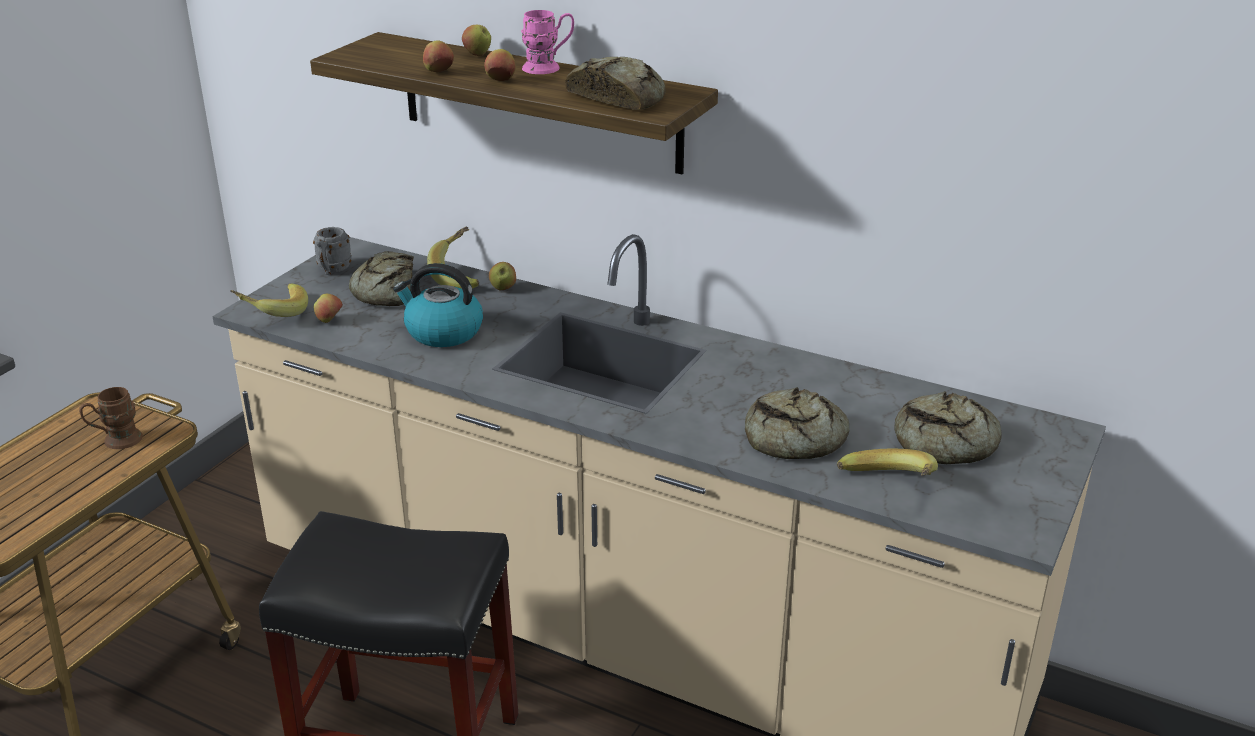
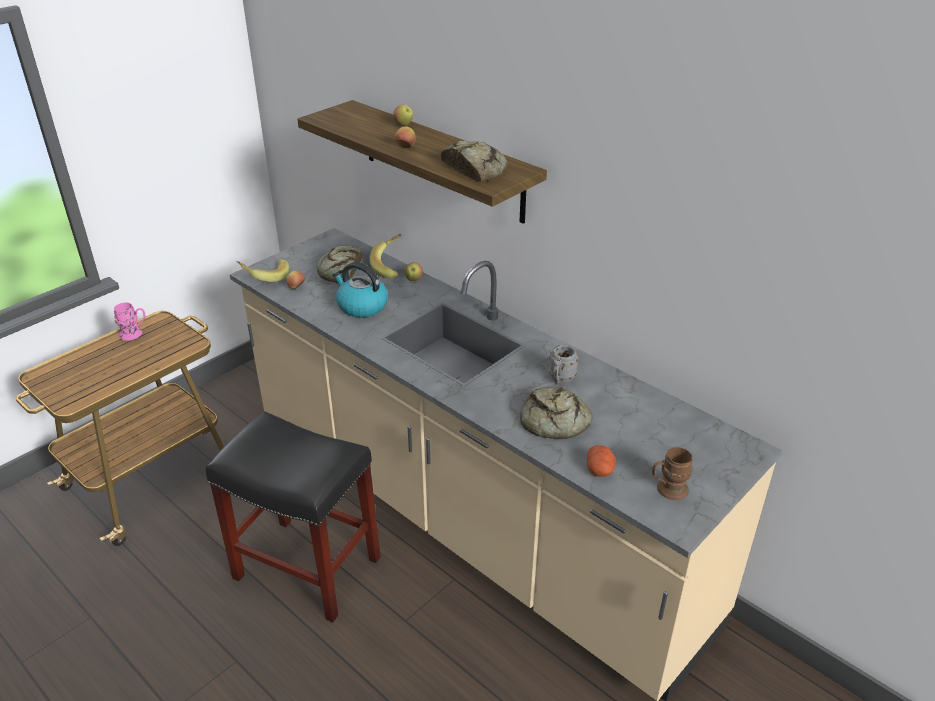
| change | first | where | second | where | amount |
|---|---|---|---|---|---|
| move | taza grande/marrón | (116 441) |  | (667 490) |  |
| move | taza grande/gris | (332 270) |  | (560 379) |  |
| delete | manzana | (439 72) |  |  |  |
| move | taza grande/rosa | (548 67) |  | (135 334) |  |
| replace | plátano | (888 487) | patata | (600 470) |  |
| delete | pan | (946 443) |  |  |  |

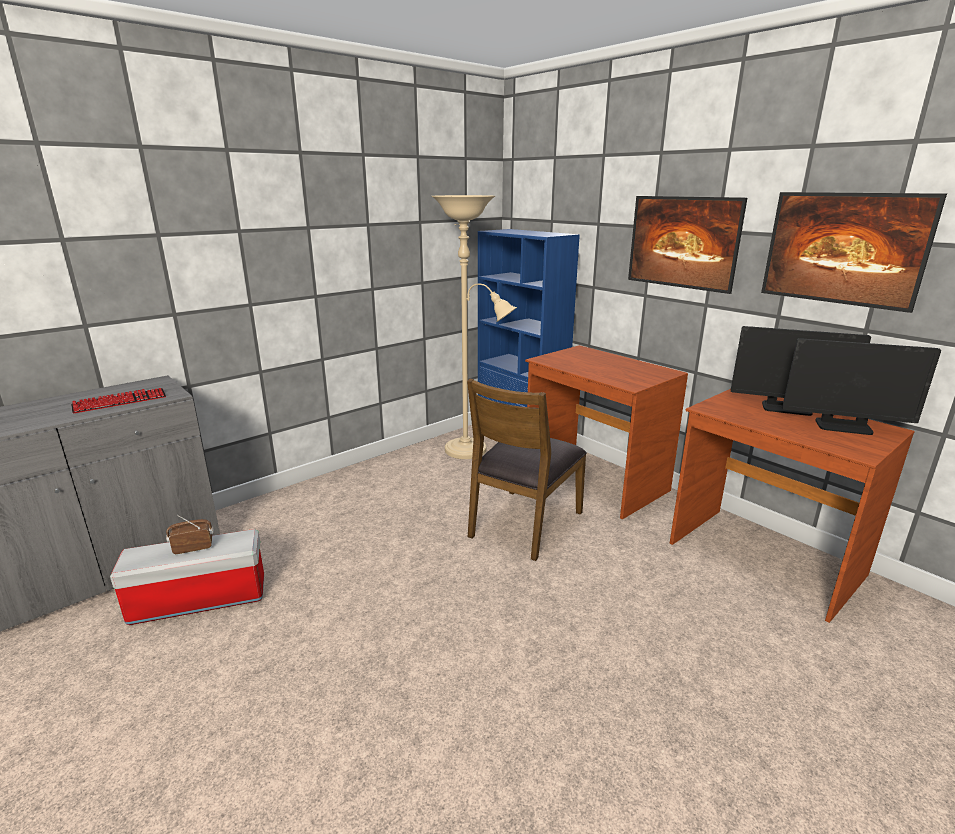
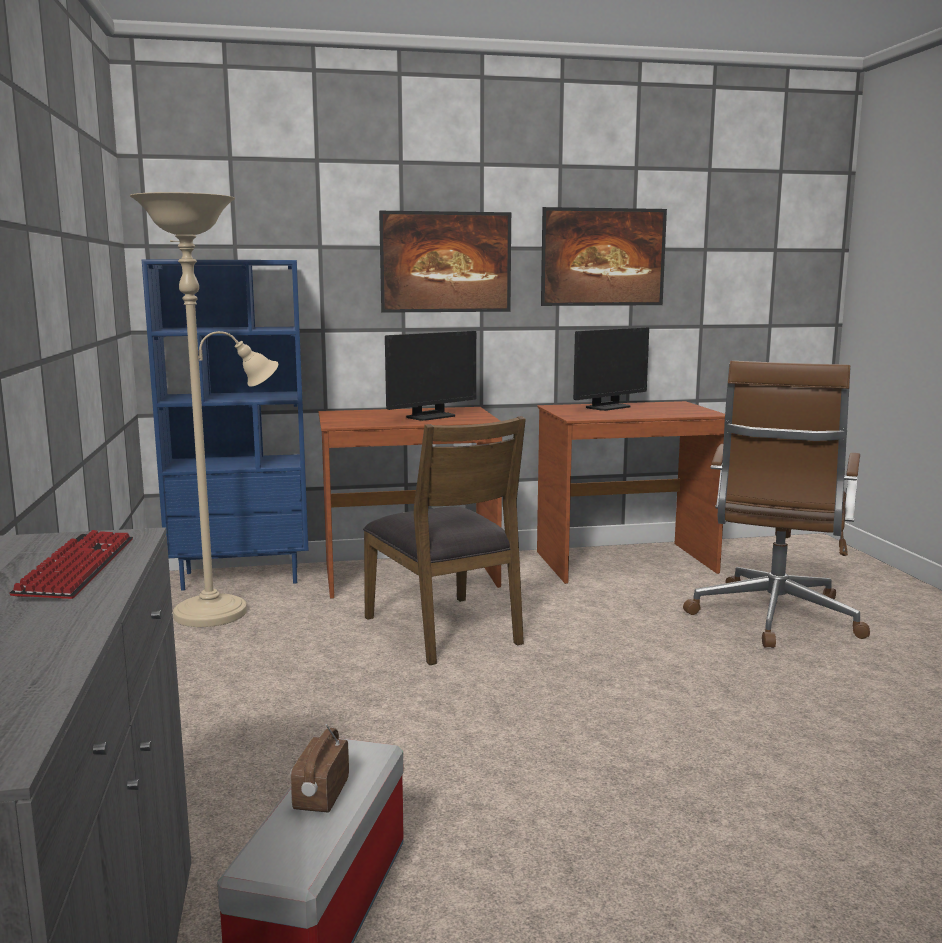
| change | first | where | second | where | amount |
|---|---|---|---|---|---|
| move | monitor | (843 426) |  | (430 416) |  |
| insert |  |  | silla de oficina/marrón | (773 618) |  |

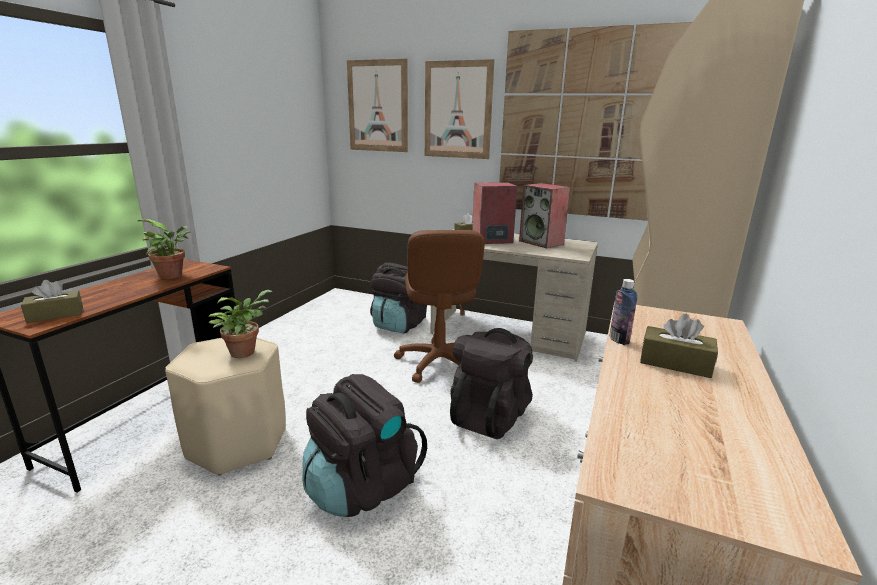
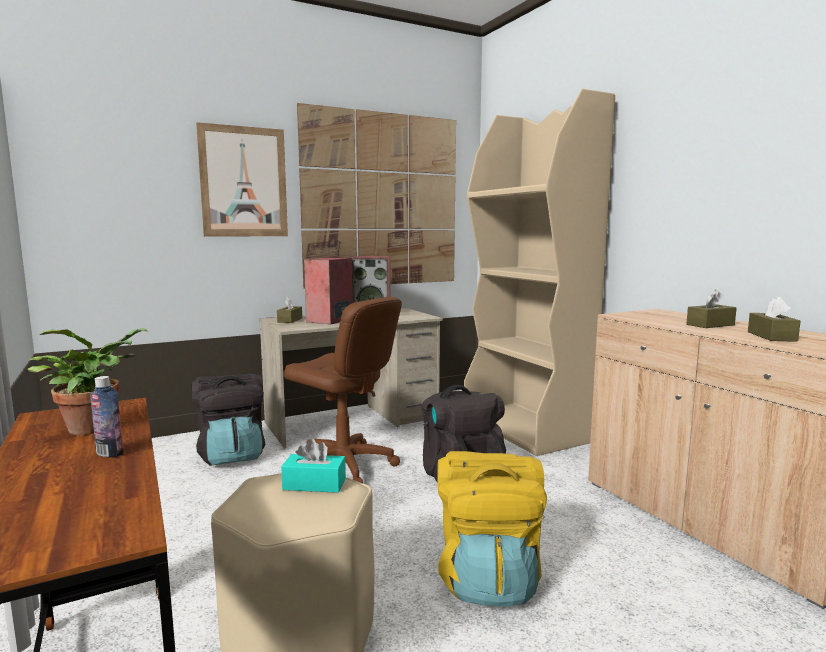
| change | first | where | second | where | amount |
|---|---|---|---|---|---|
| move | caja de pañuelos/marrón | (55 315) |  | (771 336) |  |
| replace | planta en maceta | (245 351) | caja de pañuelos/turquesa | (314 484) |  |
| recolor | mochila/negro | (362 486) | mochila/amarillo | (488 578) |  |
| delete | cuadro | (378 106) |  |  |  |
| move | botella | (619 340) |  | (109 453) |  |

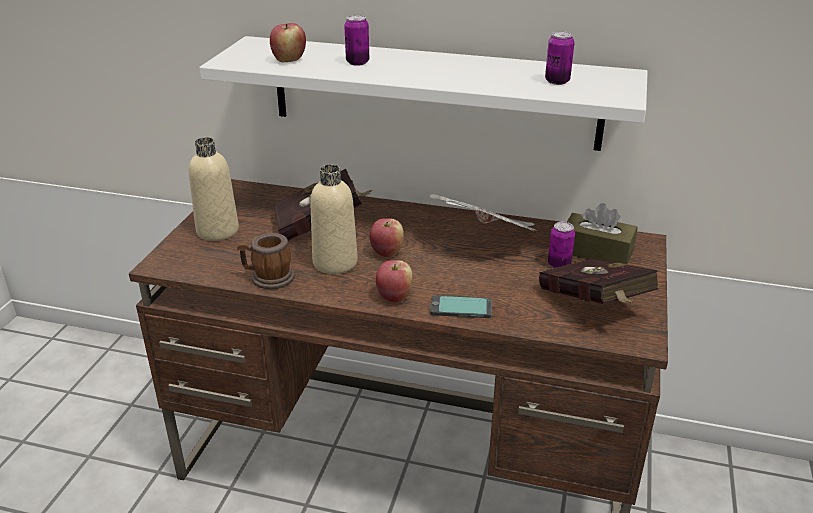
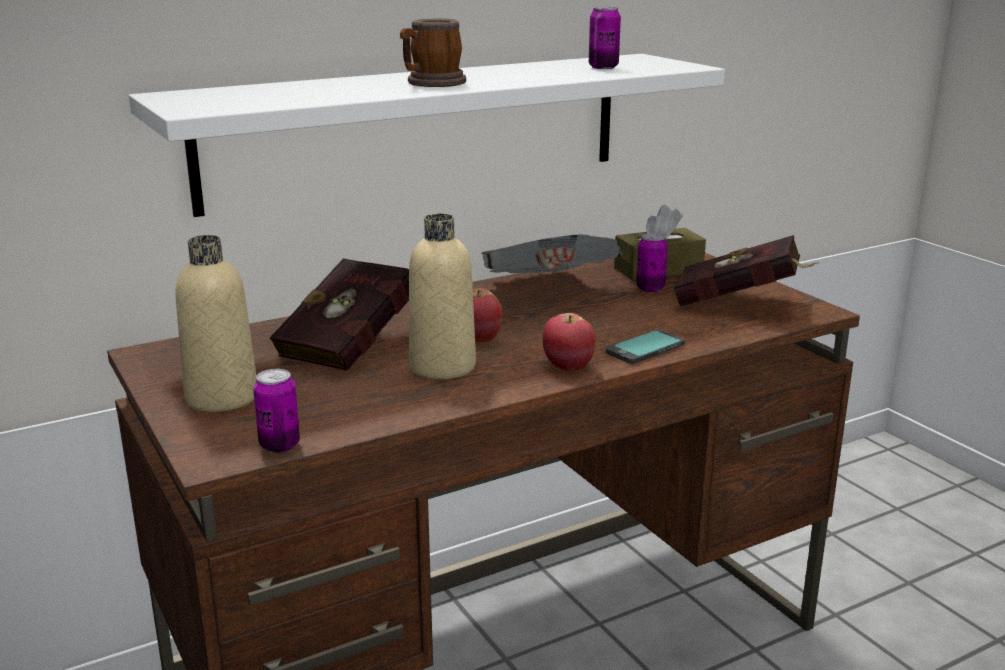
| change | first | where | second | where | amount |
|---|---|---|---|---|---|
| move | taza grande | (268 278) |  | (431 83) |  |
| delete | manzana | (289 60) |  |  |  |
| move | lata | (357 62) |  | (279 445) |  |

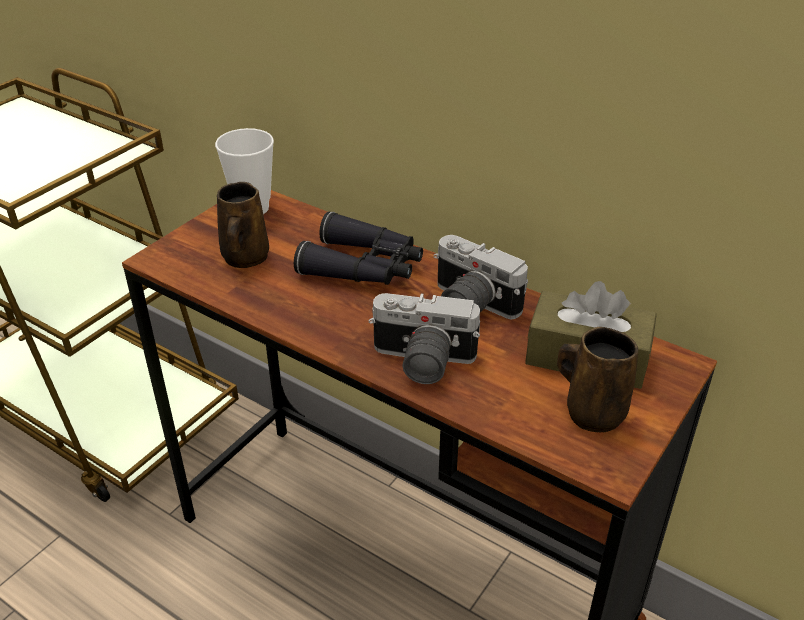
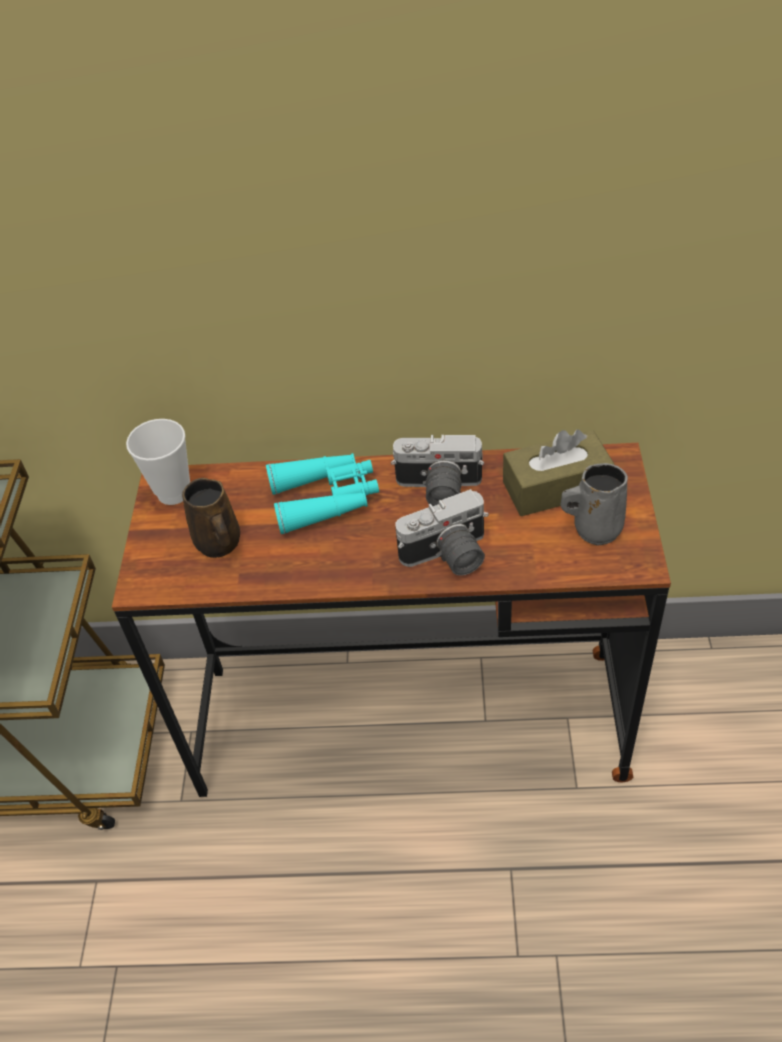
| change | first | where | second | where | amount |
|---|---|---|---|---|---|
| recolor | prismáticos/negro | (364 267) | prismáticos/turquesa | (326 499) |  |
| recolor | taza grande/marrón | (591 412) | taza grande/gris | (594 529) |  |

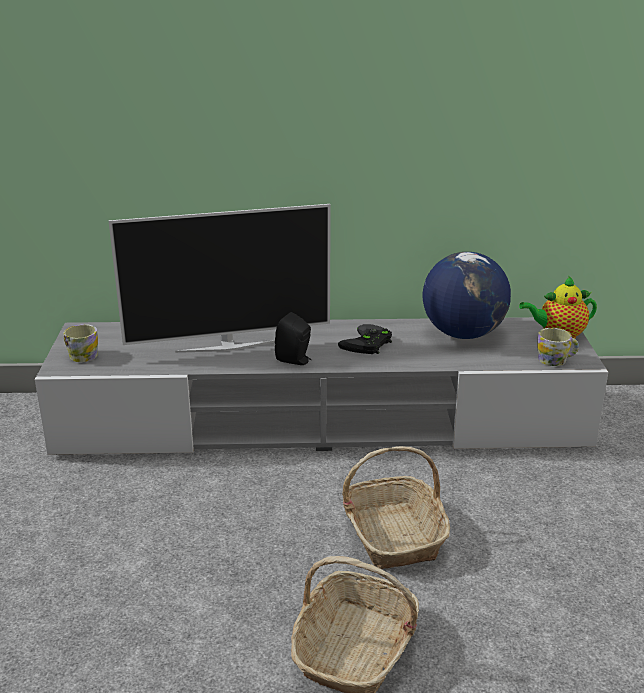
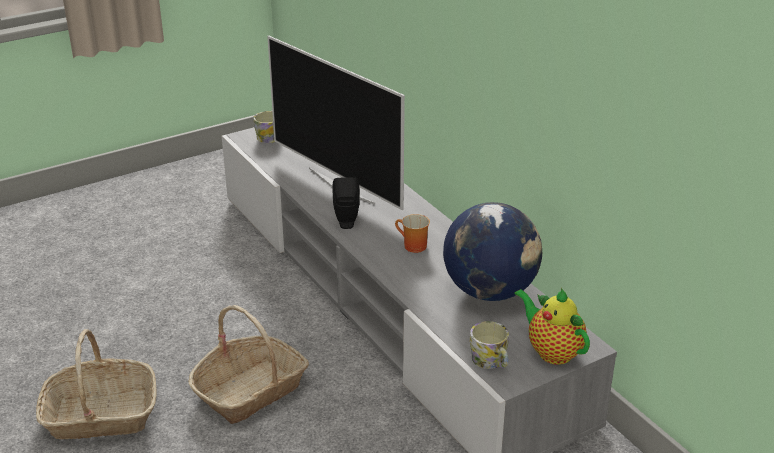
| change | first | where | second | where | amount |
|---|---|---|---|---|---|
| replace | mando de consola/negro | (367 344) | taza grande | (412 246) |  |

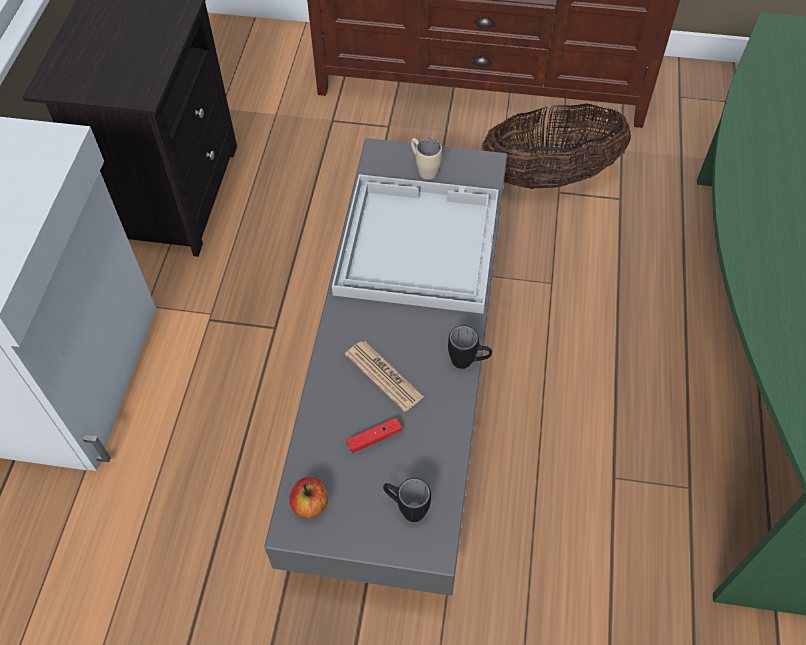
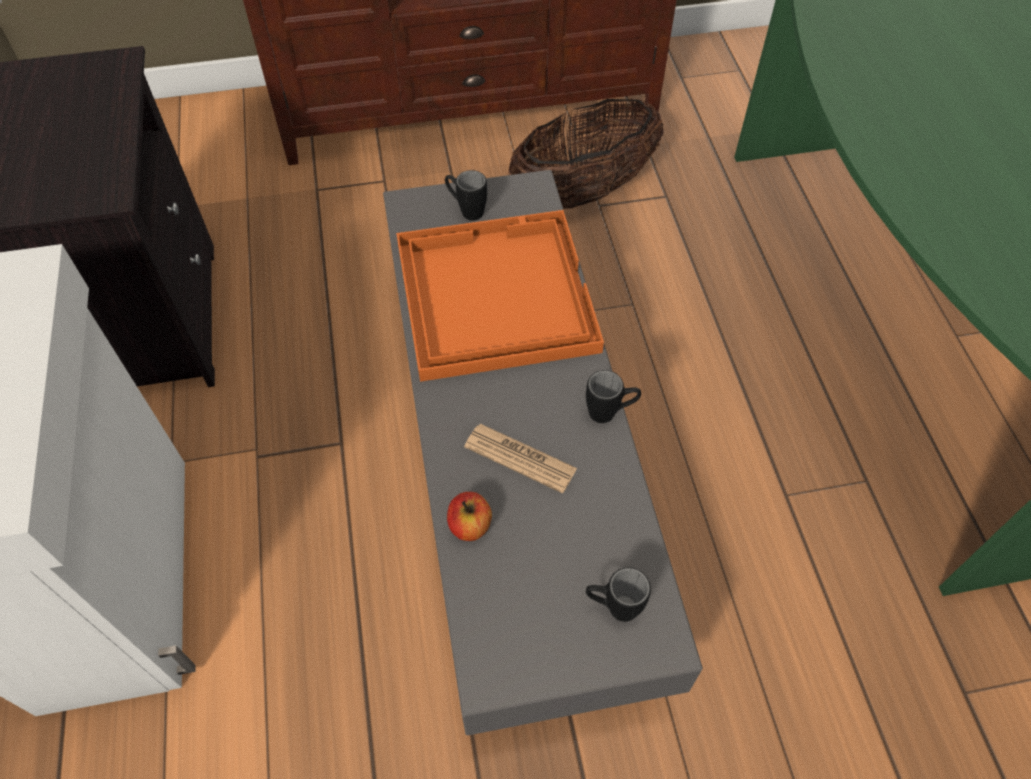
| change | first | where | second | where | amount |
|---|---|---|---|---|---|
| move | manzana | (310 504) |  | (470 525) |  |
| recolor | bandeja/blanco | (416 244) | bandeja/naranja | (493 295) |  |
| delete | mando de consola/rojo | (374 438) |  |  |  |
| recolor | taza grande/beis | (424 169) | taza grande/negro | (466 210) |  |

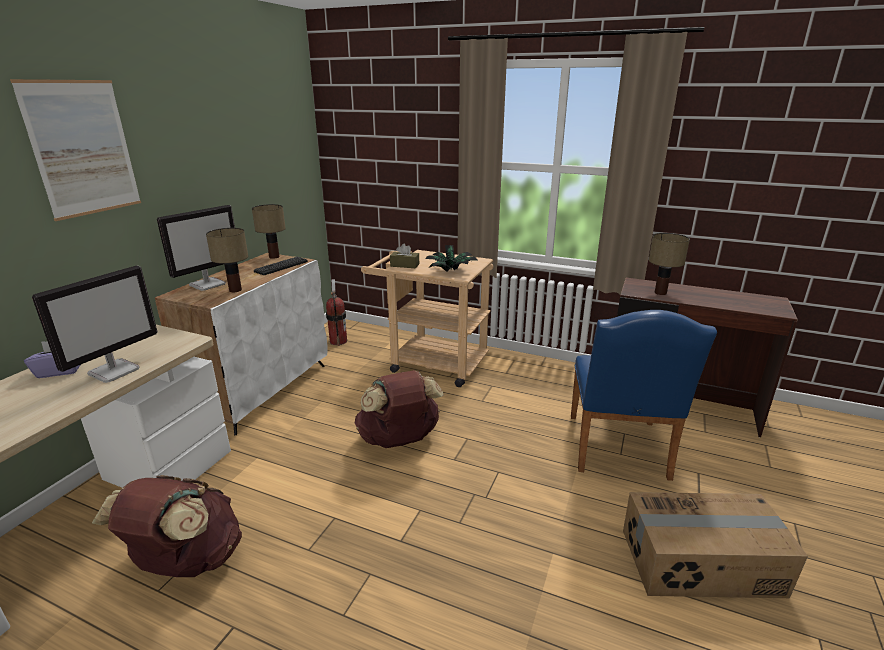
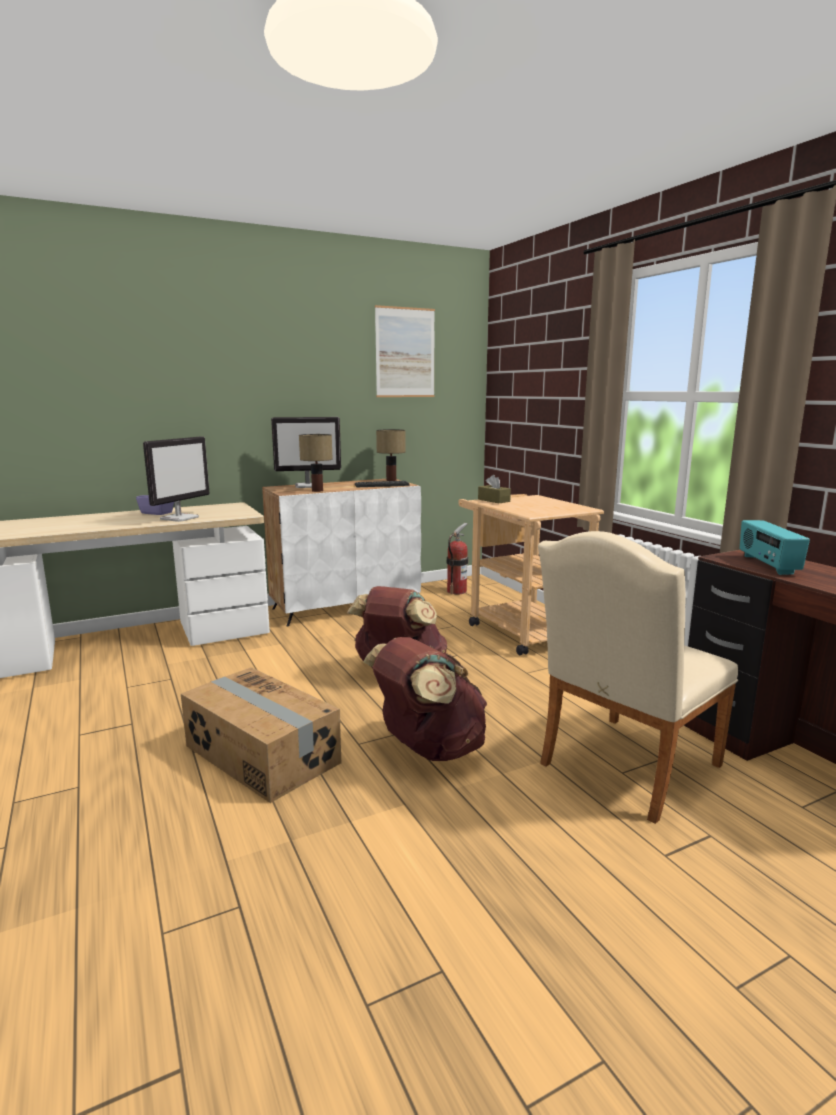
| change | first | where | second | where | amount |
|---|---|---|---|---|---|
| move | cuadro | (83 148) |  | (405 352) |  |
| rotate | monitor | (115 371) |  | (180 518) | 45 degrees counterclockwise |
| move | mochila/marrón | (187 562) |  | (428 749) |  |
| delete | planta en maceta | (451 271) |  |  |  |
| recolor | silla/azul | (618 451) | silla/beis | (623 768) |  |
| move | caja de cartón | (701 563) |  | (261 755) |  |
| replace | lámpara de mesa | (661 293) | radio | (767 565) |  |

